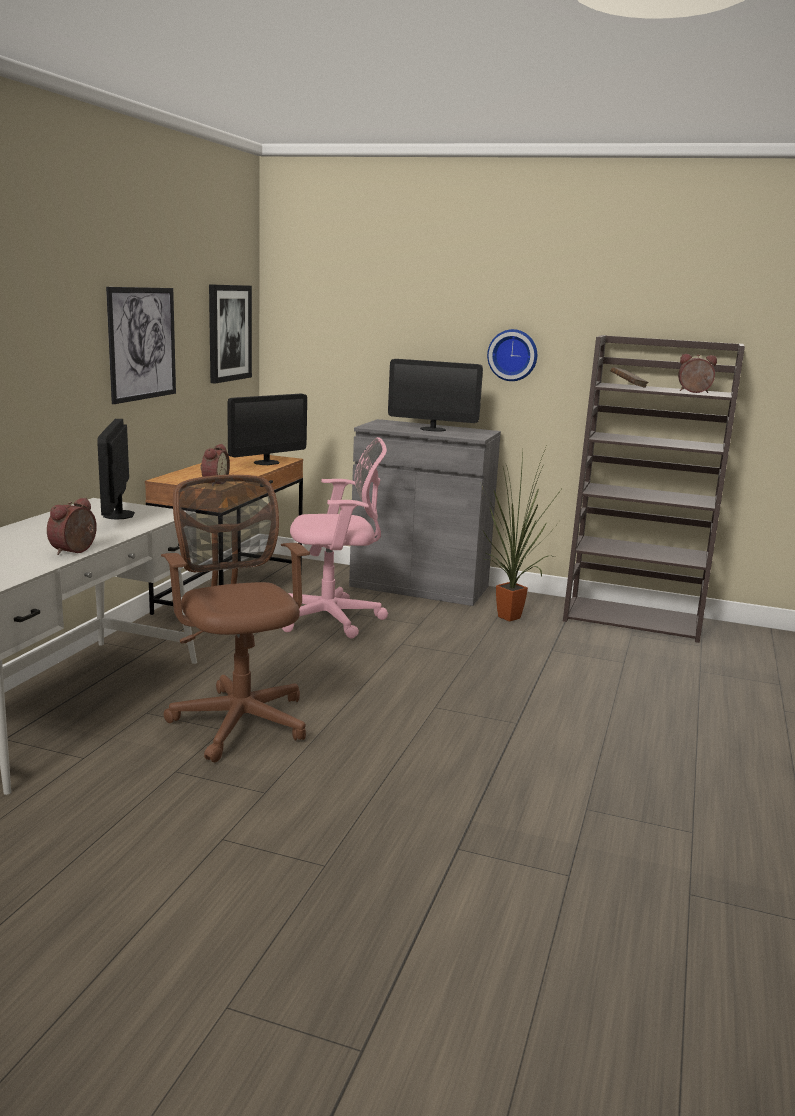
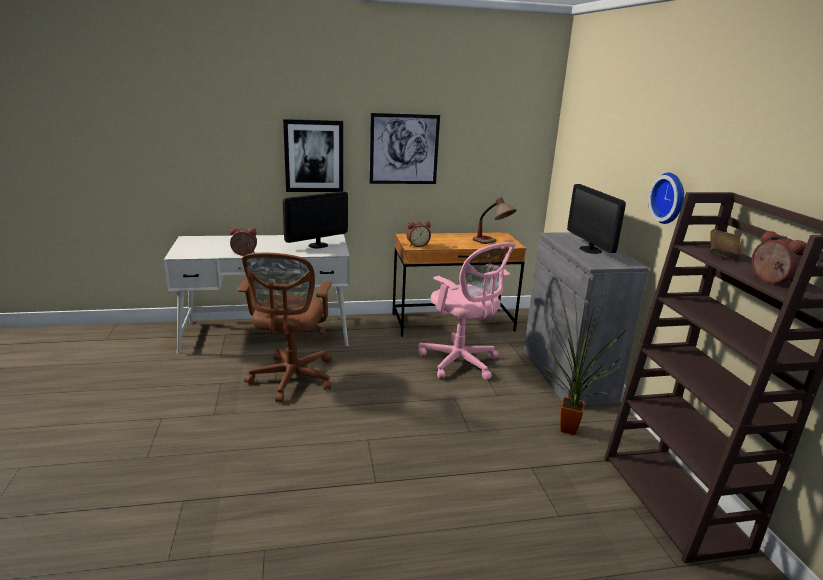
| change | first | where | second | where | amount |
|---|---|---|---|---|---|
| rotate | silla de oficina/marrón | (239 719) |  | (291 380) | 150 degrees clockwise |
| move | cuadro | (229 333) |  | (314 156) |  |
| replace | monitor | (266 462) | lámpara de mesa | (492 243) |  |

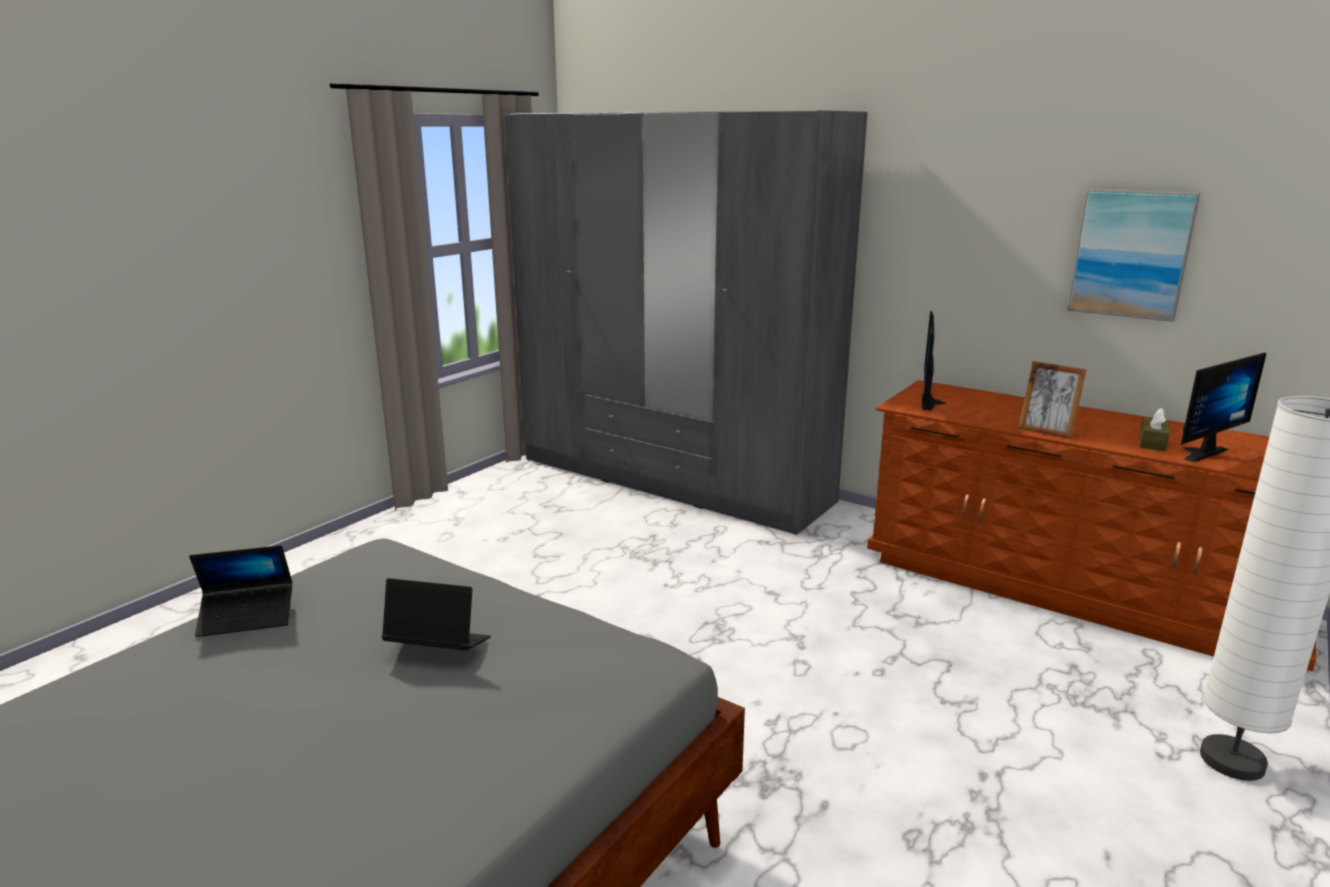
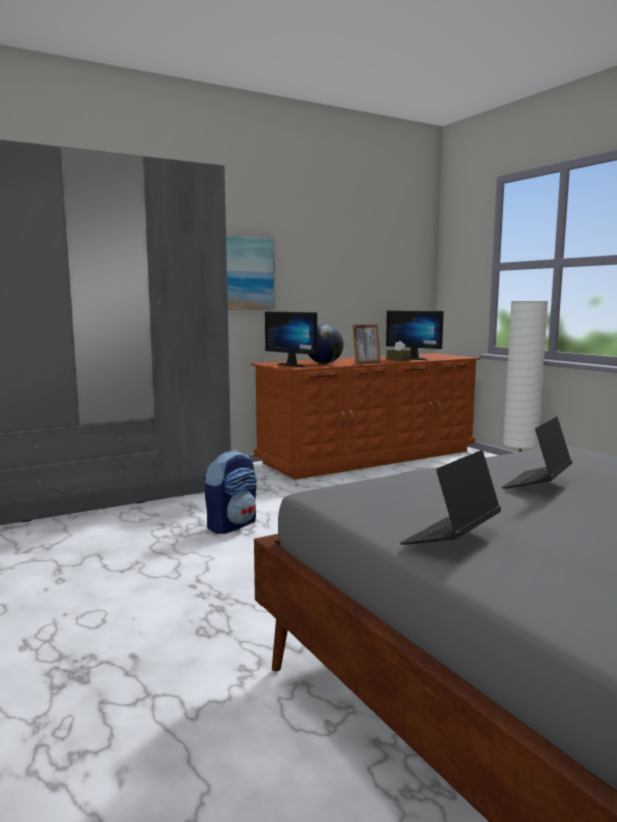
| change | first | where | second | where | amount |
|---|---|---|---|---|---|
| rotate | portátil | (247 617) |  | (451 538) | 150 degrees counterclockwise |
| move | cuadro | (1131 254) |  | (246 273) |  |
| rotate | monitor | (1198 452) |  | (415 359) | 135 degrees clockwise |
| insert |  |  | mochila | (232 525) |  |
| insert |  |  | globo terráqueo | (324 363) |  |

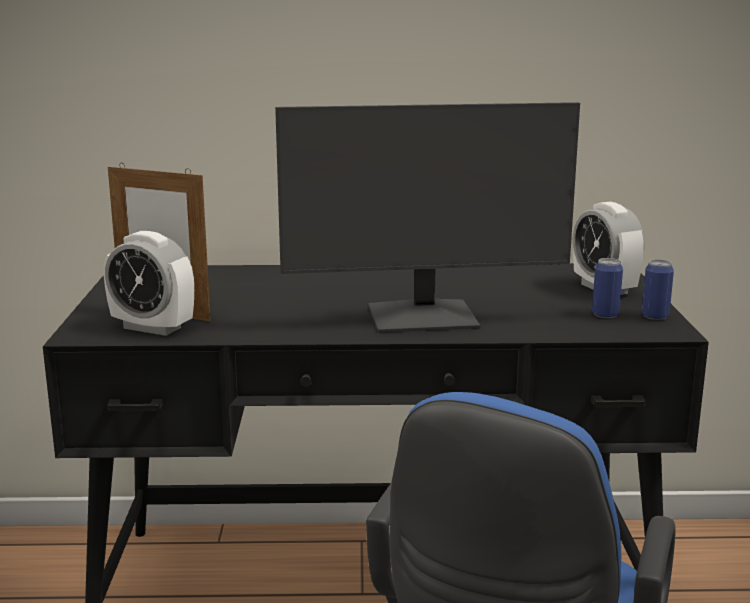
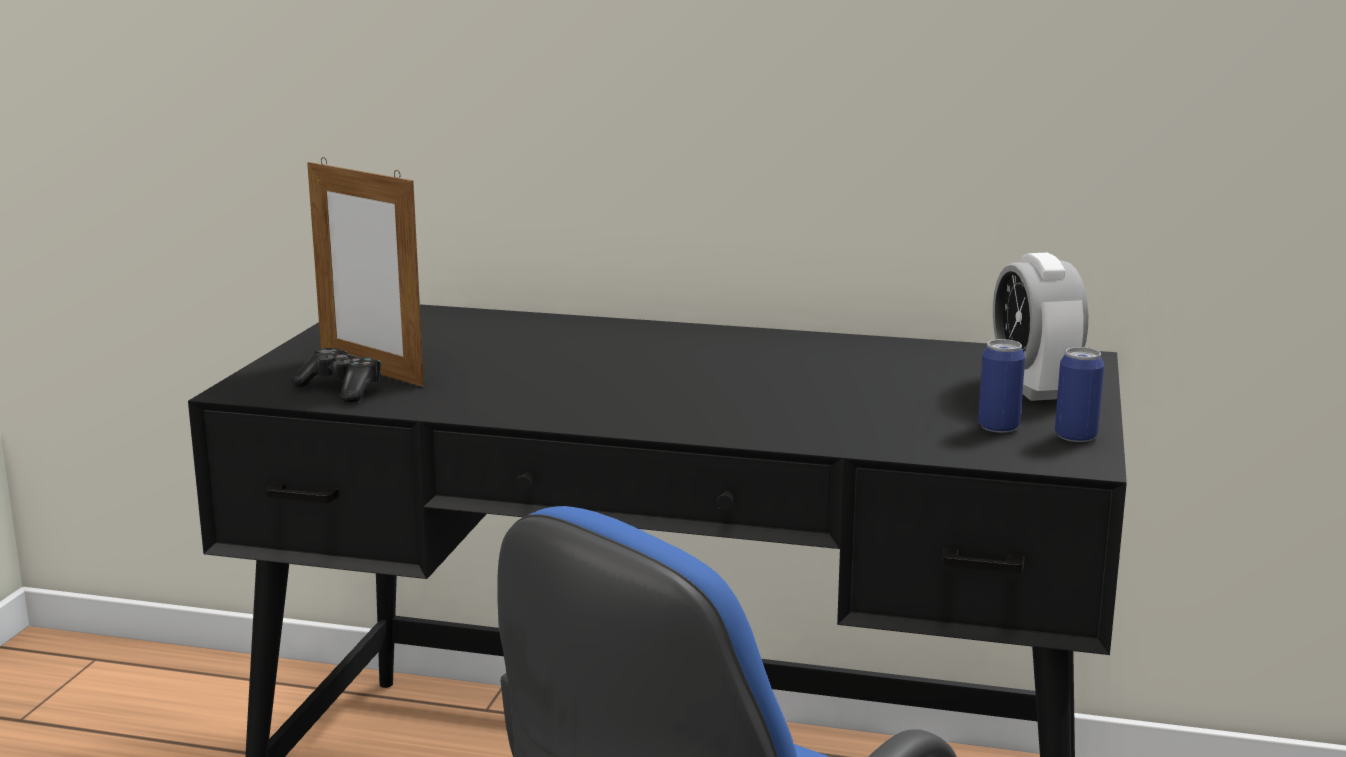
| change | first | where | second | where | amount |
|---|---|---|---|---|---|
| replace | despertador | (152 328) | mando de consola | (341 389) |  |
| delete | monitor | (423 318) |  |  |  |

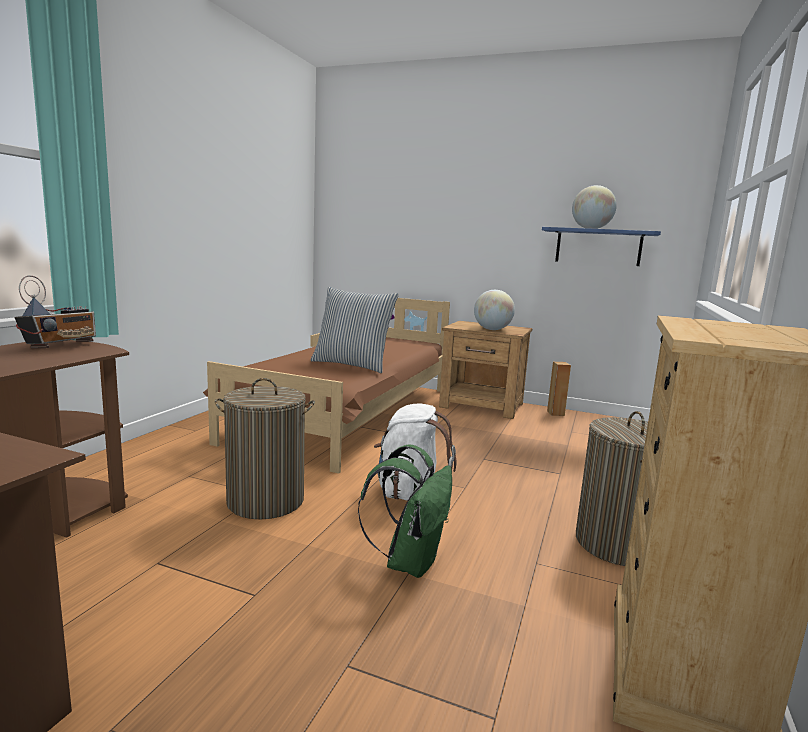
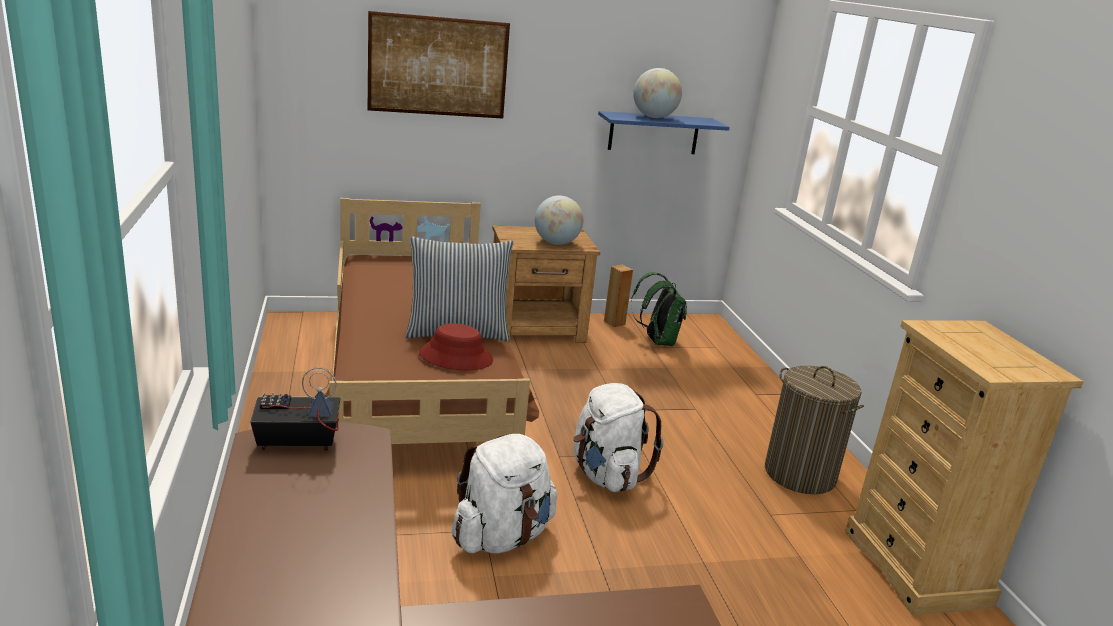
| change | first | where | second | where | amount |
|---|---|---|---|---|---|
| rotate | radio | (61 345) |  | (296 443) | 90 degrees counterclockwise |
| replace | cesto de la ropa | (266 501) | mochila/blanco | (502 536) |  |
| move | mochila/verde | (410 561) |  | (657 341) |  |
| insert |  |  | cuadro | (438 66) |  |
| insert |  |  | sombrero/rojo | (456 357) |  |

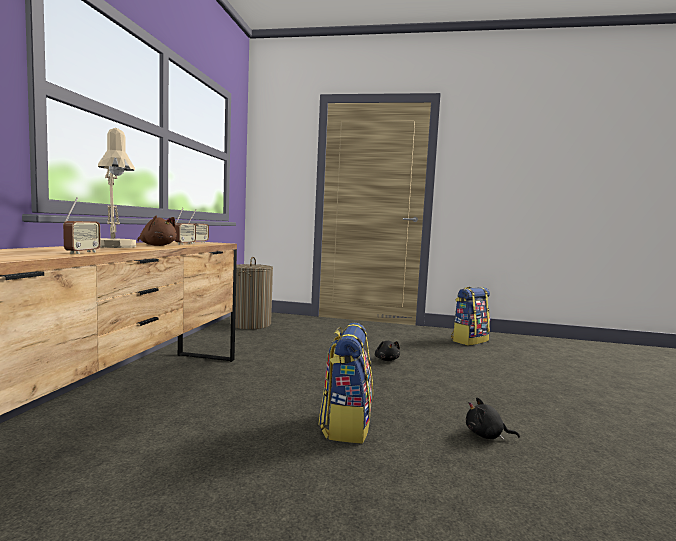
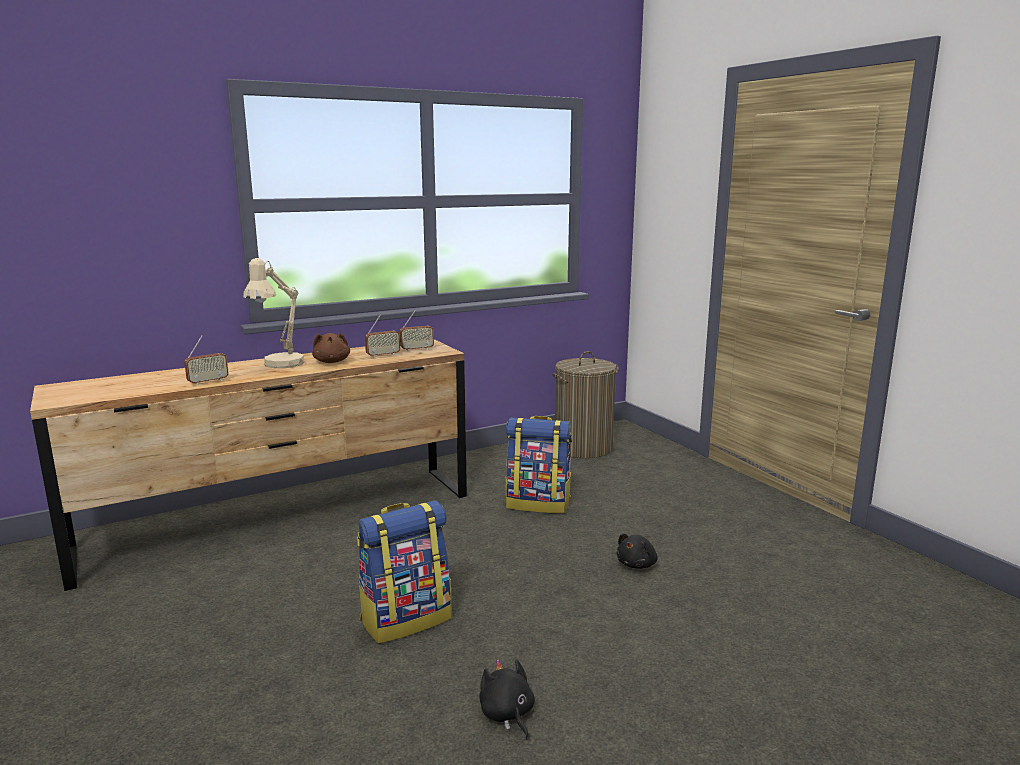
| change | first | where | second | where | amount |
|---|---|---|---|---|---|
| move | mochila | (469 340) |  | (538 503) |  |

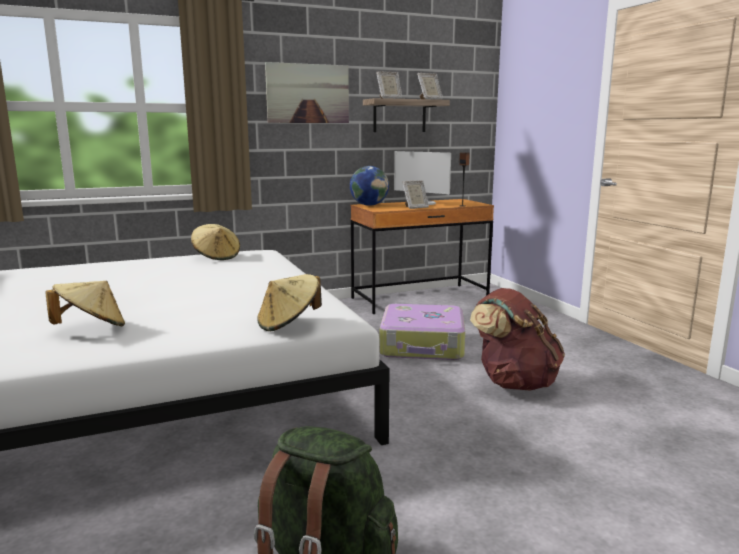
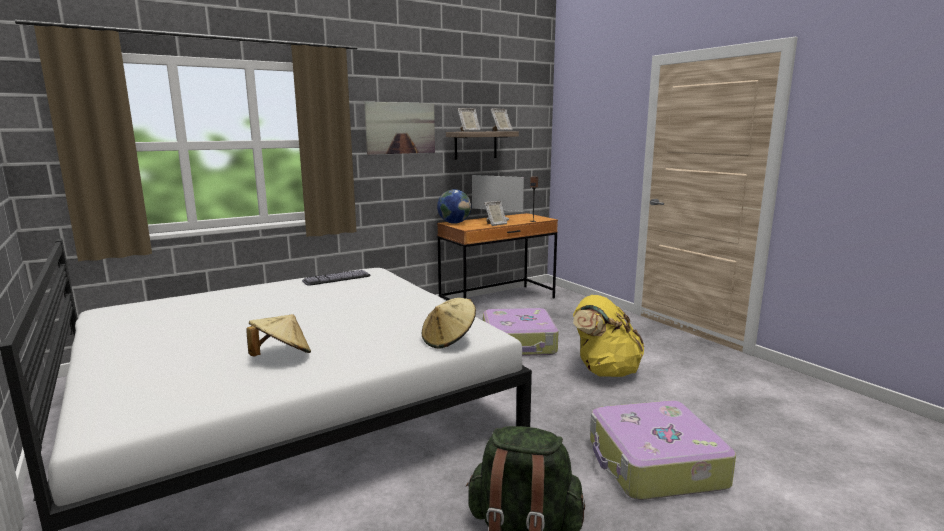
| change | first | where | second | where | amount |
|---|---|---|---|---|---|
| replace | sombrero/beis | (216 256) | teclado | (336 277) |  |
| recolor | mochila/marrón | (514 382) | mochila/amarillo | (604 371) |  |
| insert |  |  | maleta | (654 464) |  |

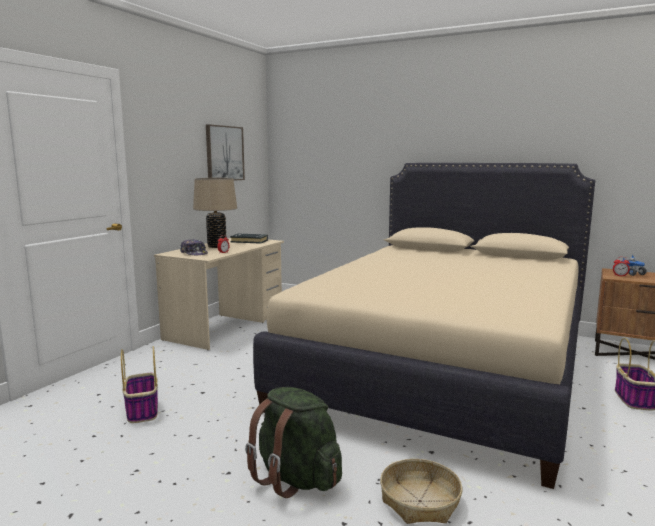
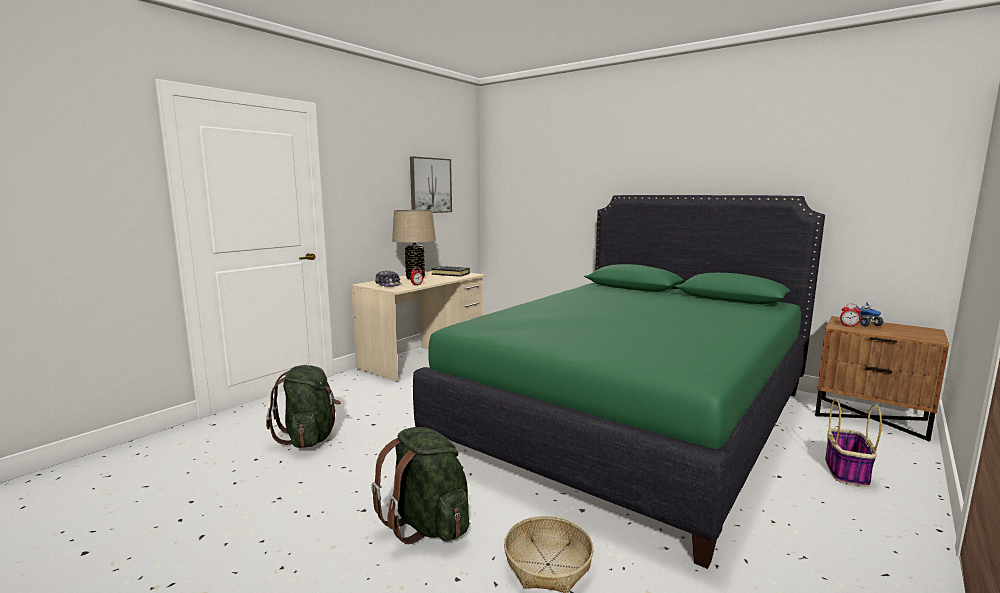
| change | first | where | second | where | amount |
|---|---|---|---|---|---|
| replace | cesta | (142 410) | mochila/verde | (309 438) |  |
| recolor | cama/beis | (443 368) | cama/verde | (630 417) |  |

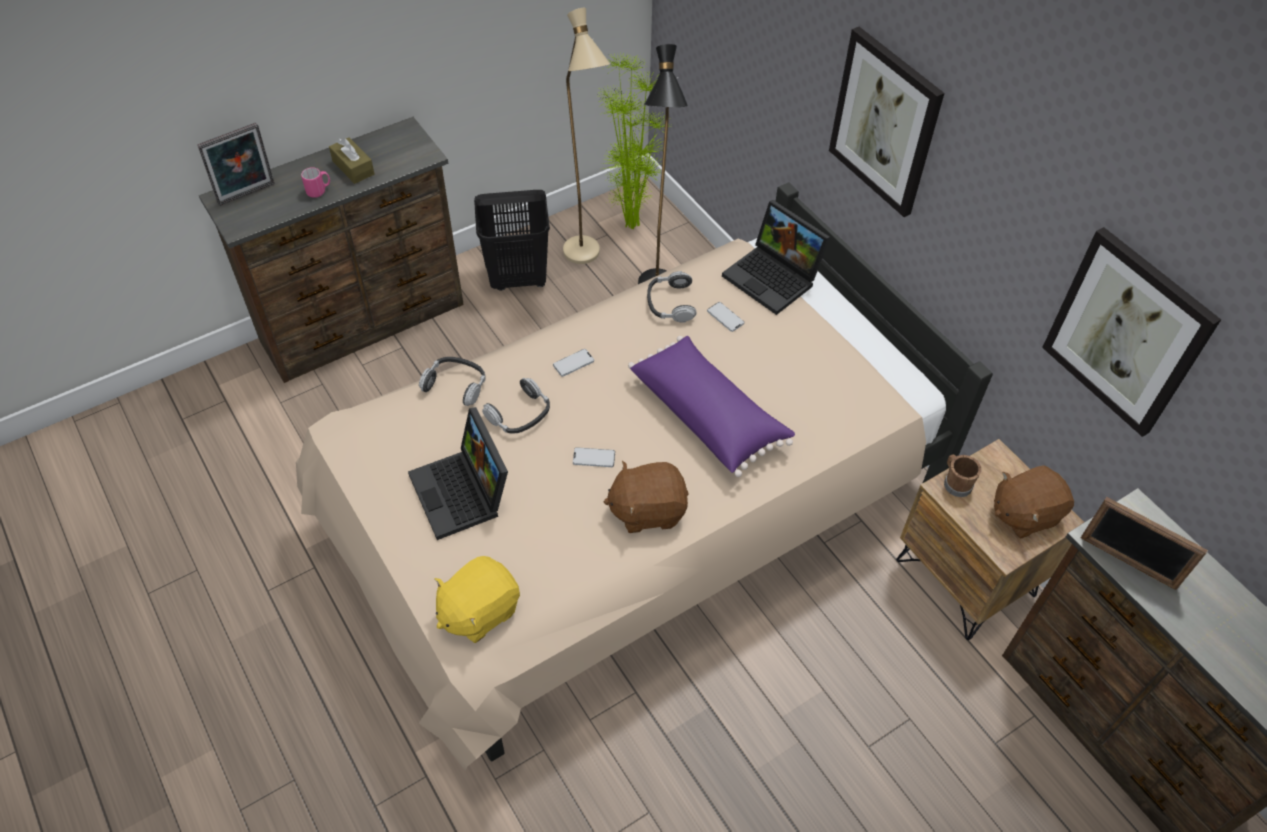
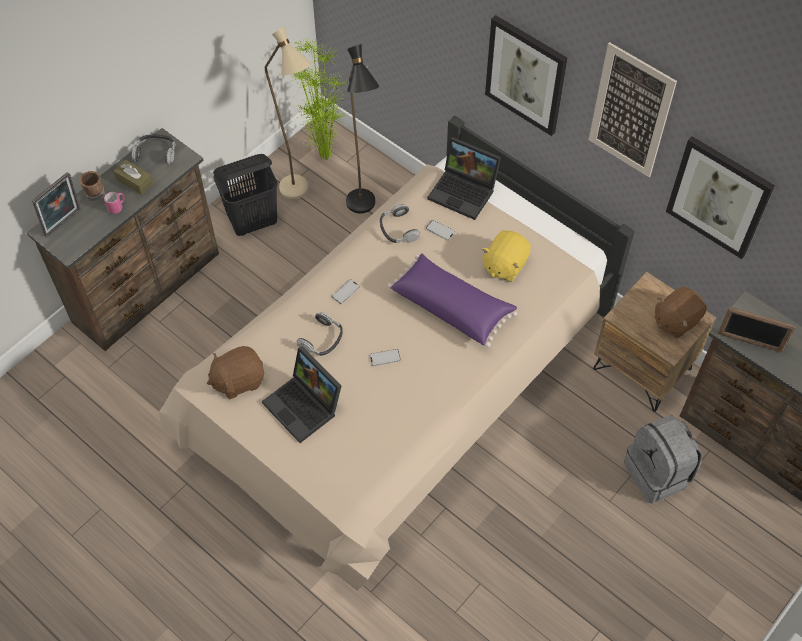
| change | first | where | second | where | amount |
|---|---|---|---|---|---|
| move | auriculares | (456 385) |  | (156 153) |  |
| move | peluche/amarillo | (478 611) |  | (504 265) |  |
| move | peluche/marrón | (647 510) |  | (238 380) |  |
| move | taza grande/marrón | (955 483) |  | (93 192) |  |
| insert |  |  | cuadro | (630 111) |  |
| insert |  |  | mochila/gris | (658 473) |  |

